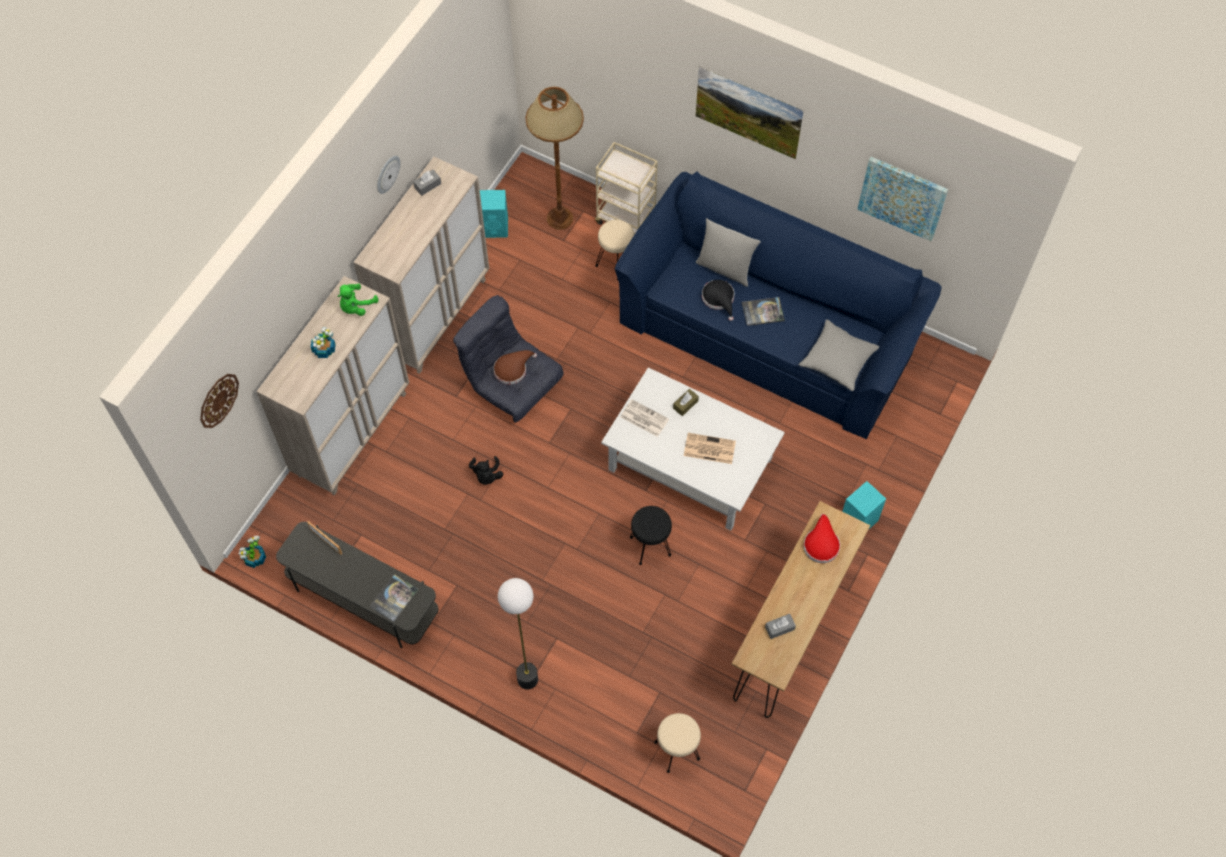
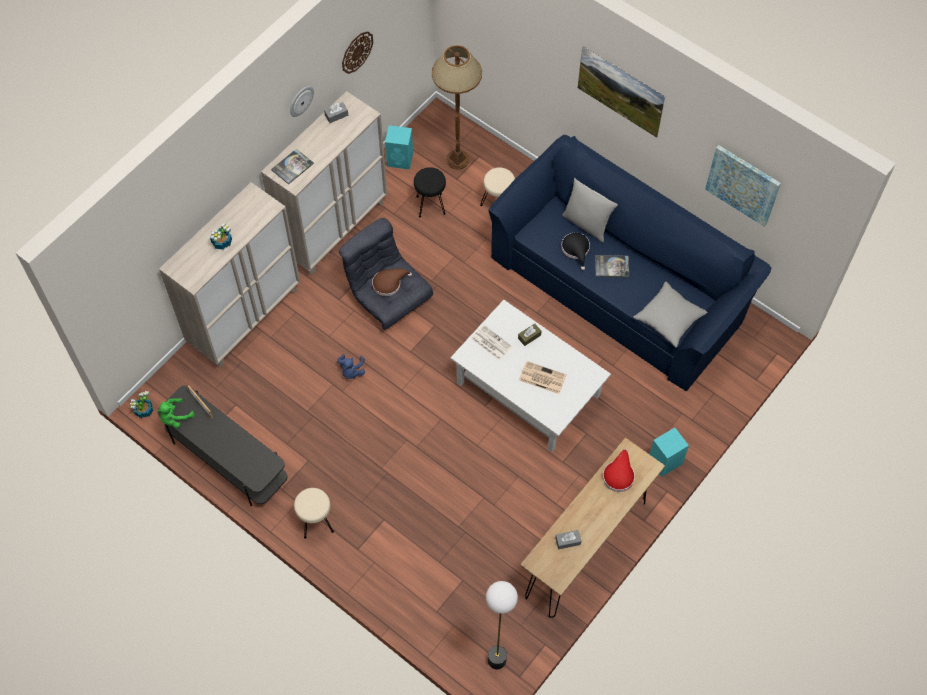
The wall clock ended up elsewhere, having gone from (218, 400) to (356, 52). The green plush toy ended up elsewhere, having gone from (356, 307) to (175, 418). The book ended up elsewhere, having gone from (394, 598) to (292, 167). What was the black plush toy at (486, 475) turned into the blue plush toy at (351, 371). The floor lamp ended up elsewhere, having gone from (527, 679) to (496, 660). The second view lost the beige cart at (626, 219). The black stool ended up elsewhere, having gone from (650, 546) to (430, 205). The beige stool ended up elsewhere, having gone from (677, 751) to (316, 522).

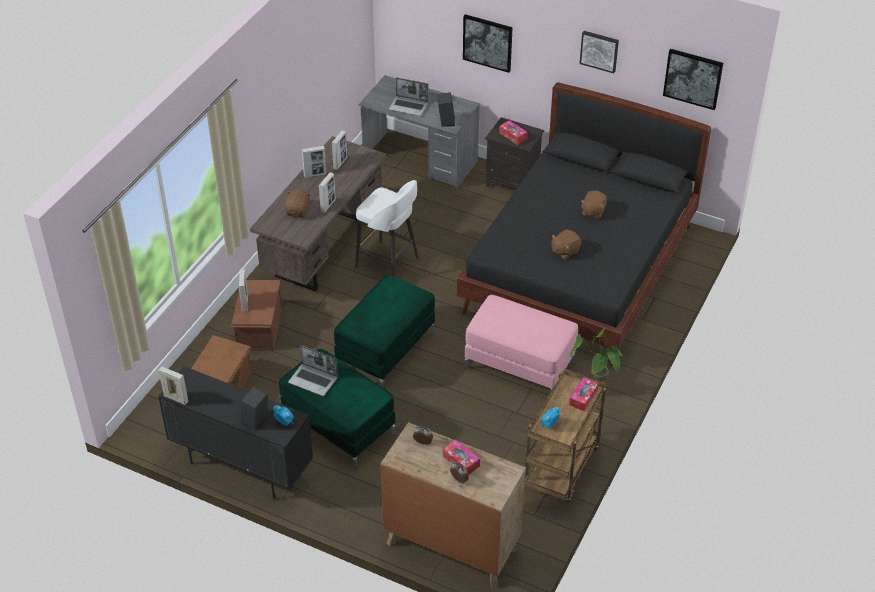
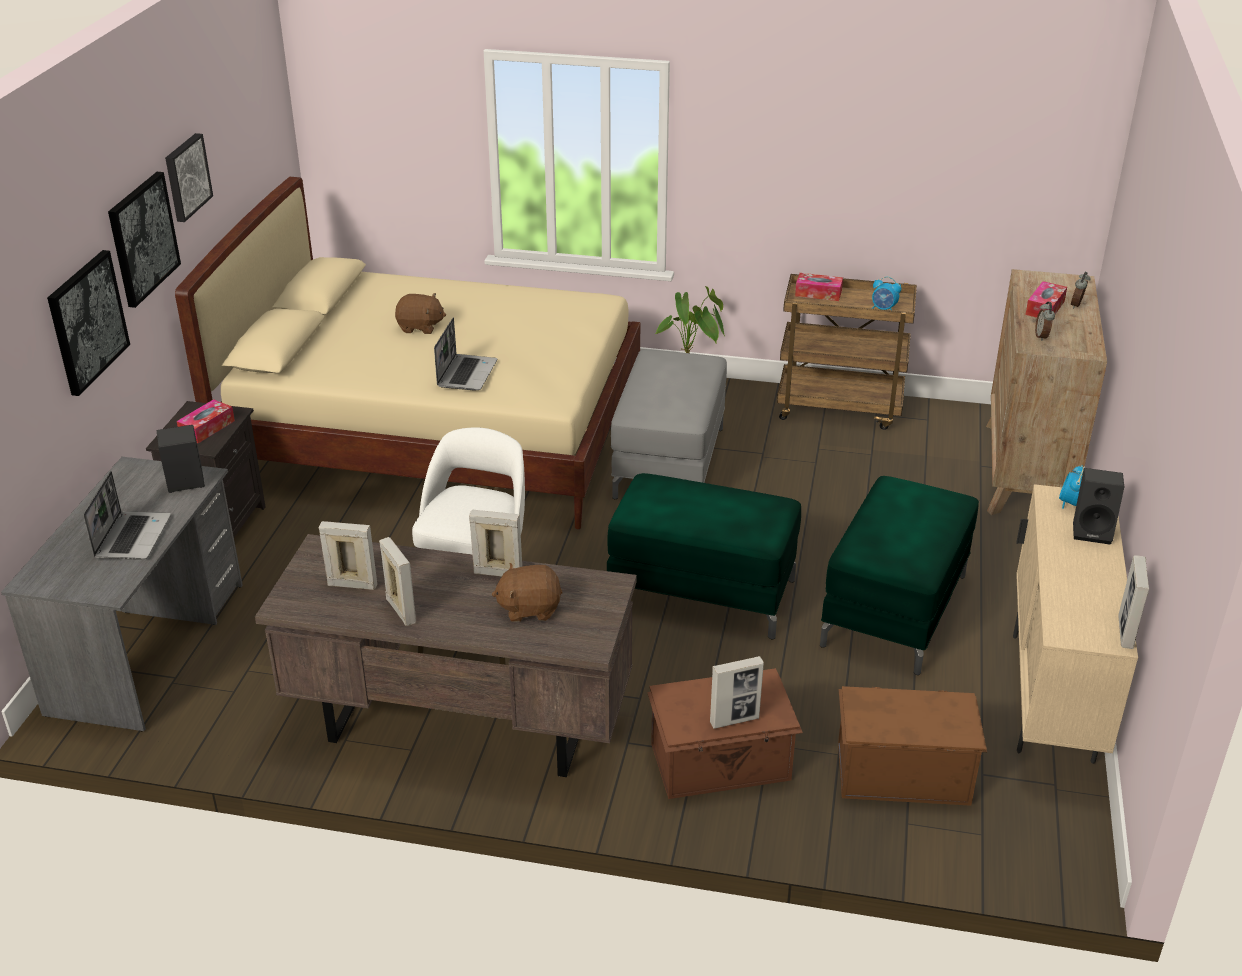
What was the black cabinet at (242, 467) turned into the beige cabinet at (1051, 697). The laptop ended up elsewhere, having gone from (313, 380) to (466, 373). What was the black bed at (580, 269) turned into the beige bed at (437, 436). What was the pink ottoman at (520, 365) turned into the grey ottoman at (669, 461). The second view lost the brown plush toy at (565, 251). The picture ended up elsewhere, having gone from (693, 78) to (142, 238).

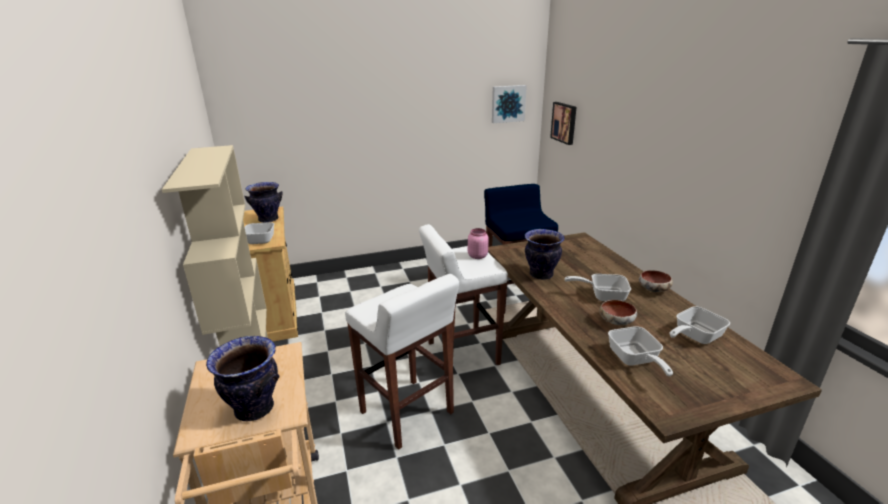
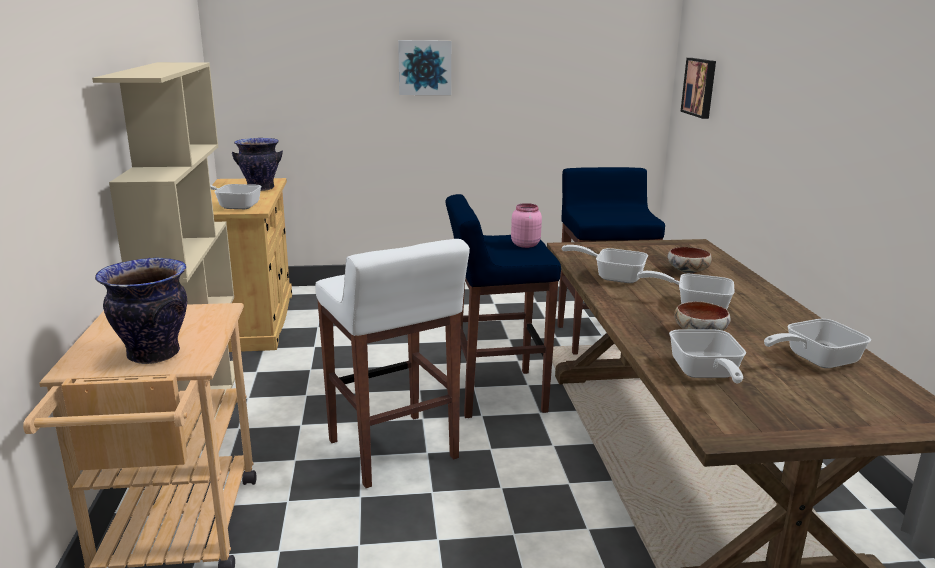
What was the white stool at (461, 353) turned into the blue stool at (496, 393). The picture ended up elsewhere, having gone from (508, 103) to (424, 67). Where the vase stood at (540, 275), the frying pan came to stand at (612, 276). The bowl ended up elsewhere, having gone from (653, 290) to (687, 271).

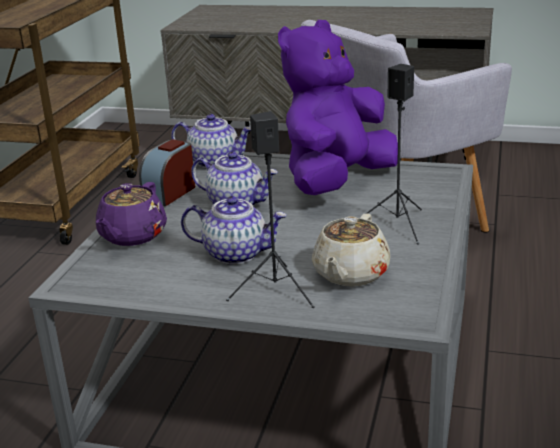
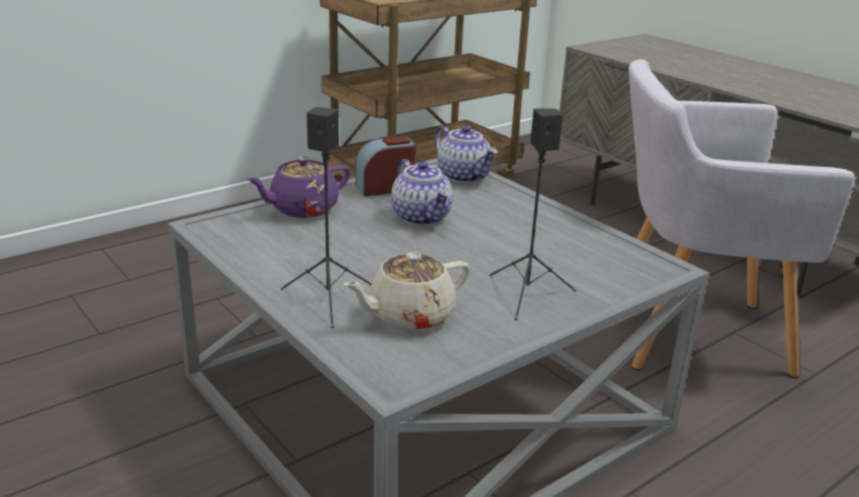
The second view lost the teapot at (236, 253). The second view lost the purple plush toy at (337, 182).

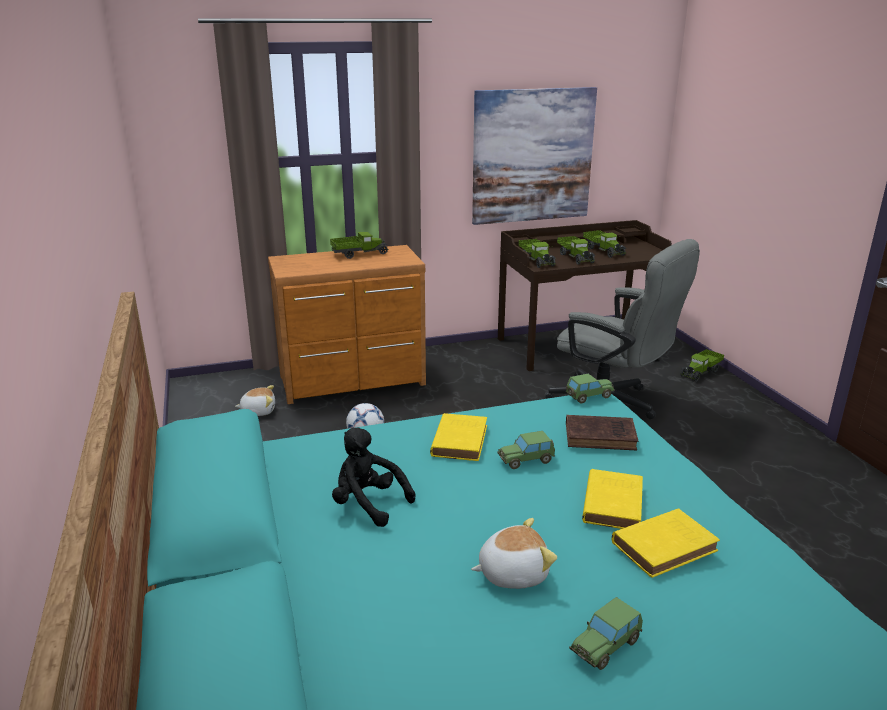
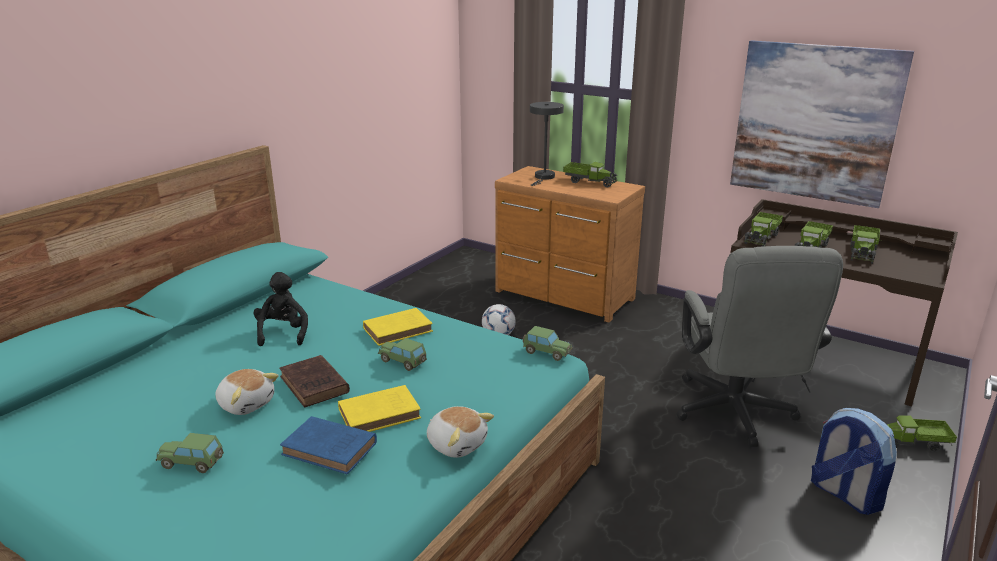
The plush toy ended up elsewhere, having gone from (258, 411) to (457, 444). The brown book ended up elsewhere, having gone from (602, 437) to (315, 385). What was the yellow book at (666, 546) turned into the blue book at (331, 449). The second view gained the grey table lamp at (543, 177). The second view gained the backpack at (844, 494).

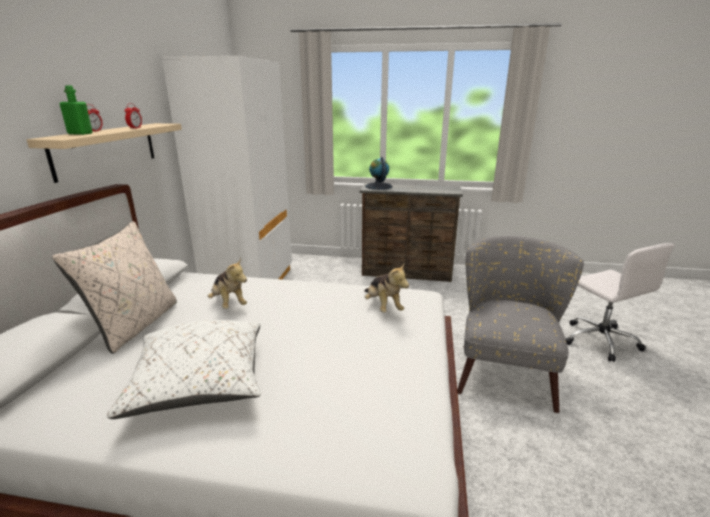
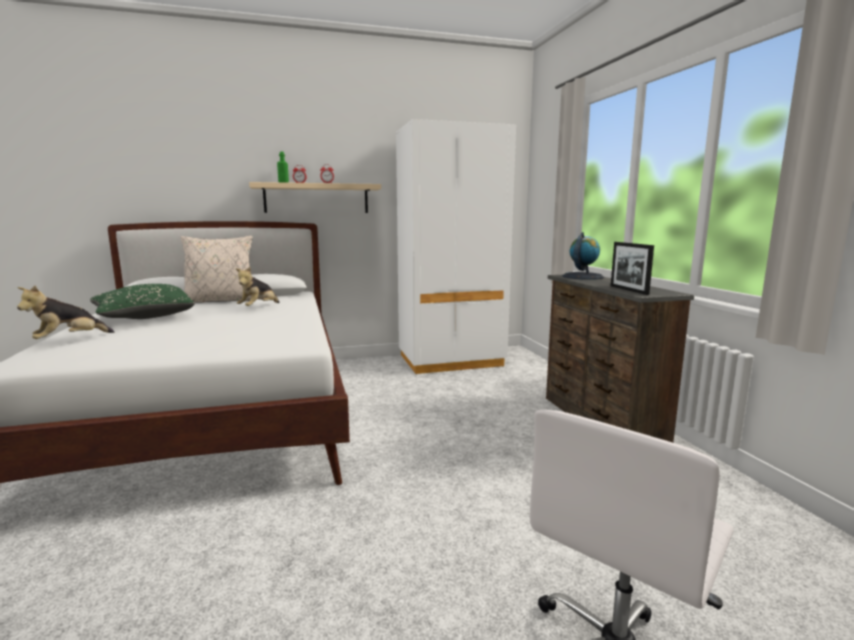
What was the white pillow at (199, 384) turned into the green pillow at (144, 318). The plush toy ended up elsewhere, having gone from (383, 306) to (68, 340). The second view lost the grey armchair at (504, 368). The second view gained the picture frame at (628, 290).

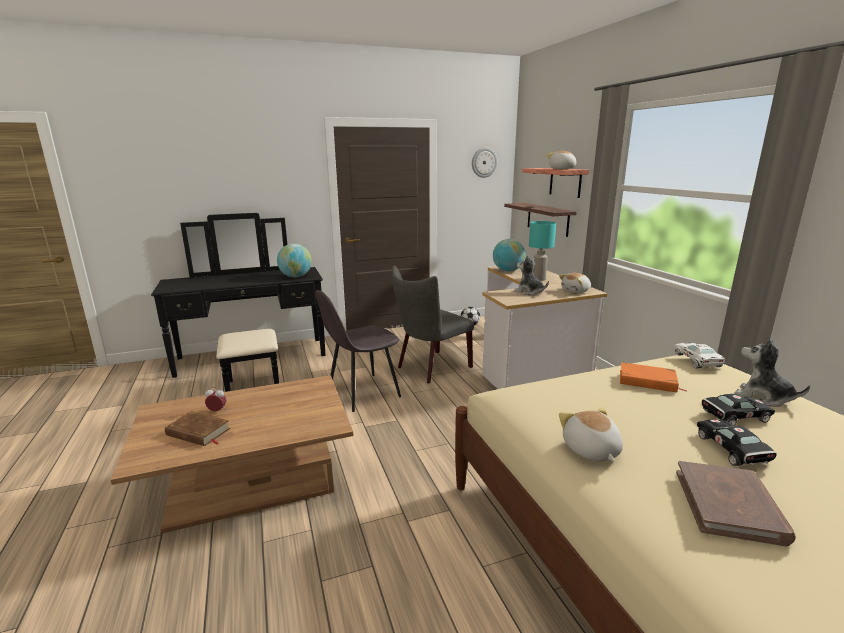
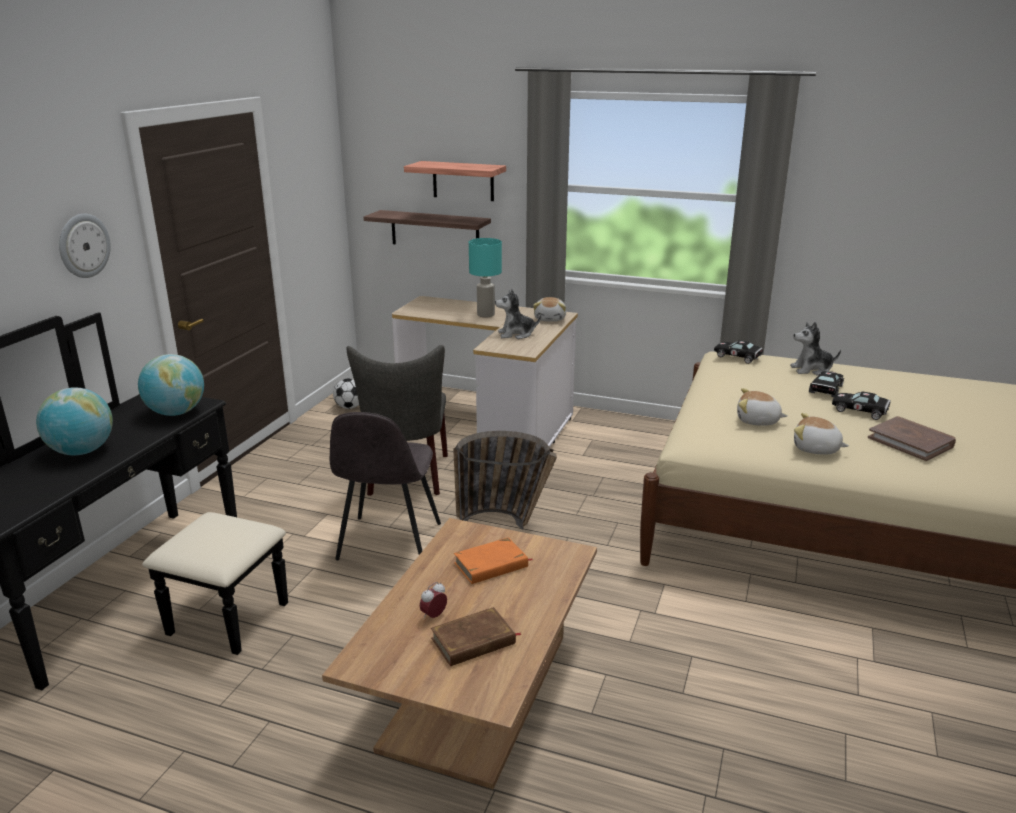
The wall clock ended up elsewhere, having gone from (484, 162) to (83, 245). The globe ended up elsewhere, having gone from (508, 270) to (82, 451). The plush toy ended up elsewhere, having gone from (562, 169) to (757, 421). The orange book ended up elsewhere, having gone from (647, 381) to (491, 565). What was the white toy car at (697, 361) turned into the black toy car at (739, 357). The second view gained the basket at (506, 523).

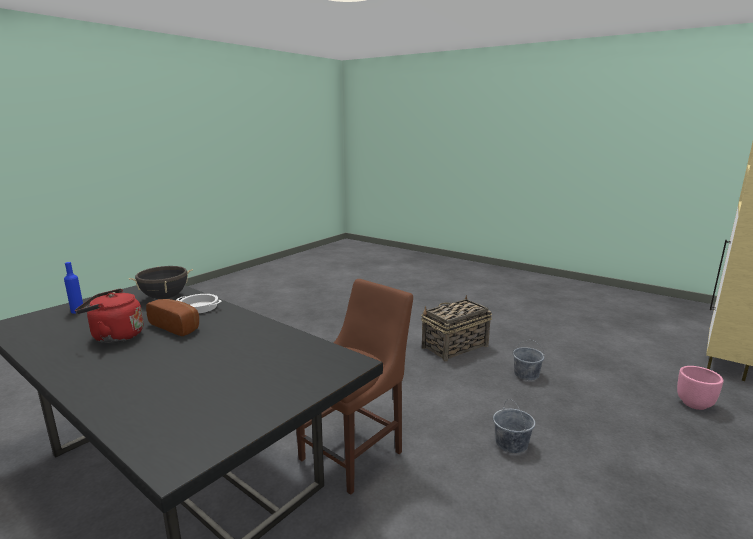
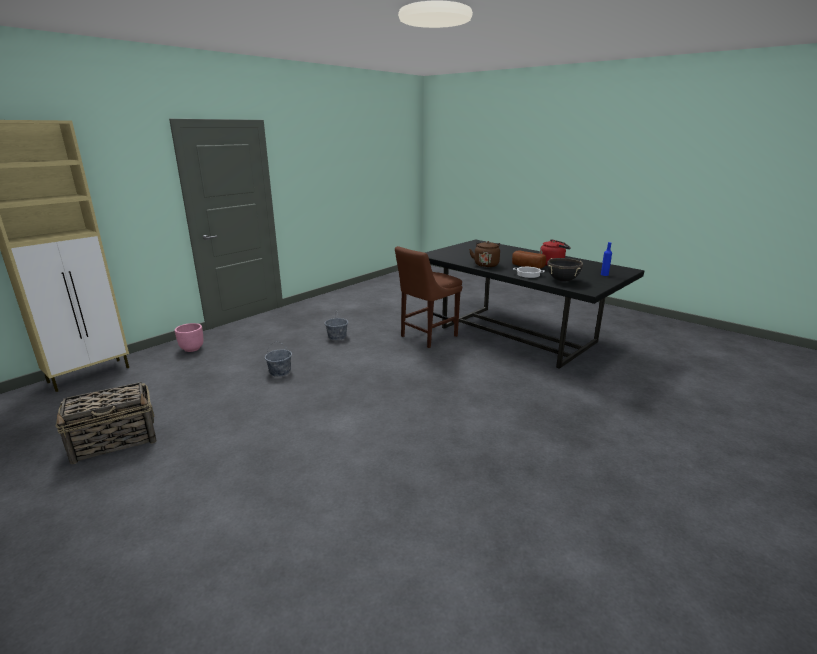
The basket ended up elsewhere, having gone from (454, 346) to (116, 441). The second view gained the brown kettle at (486, 264).

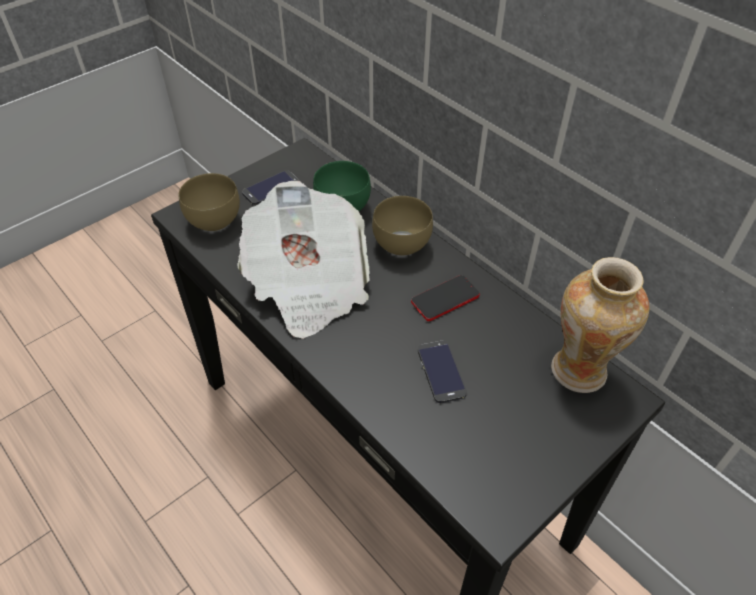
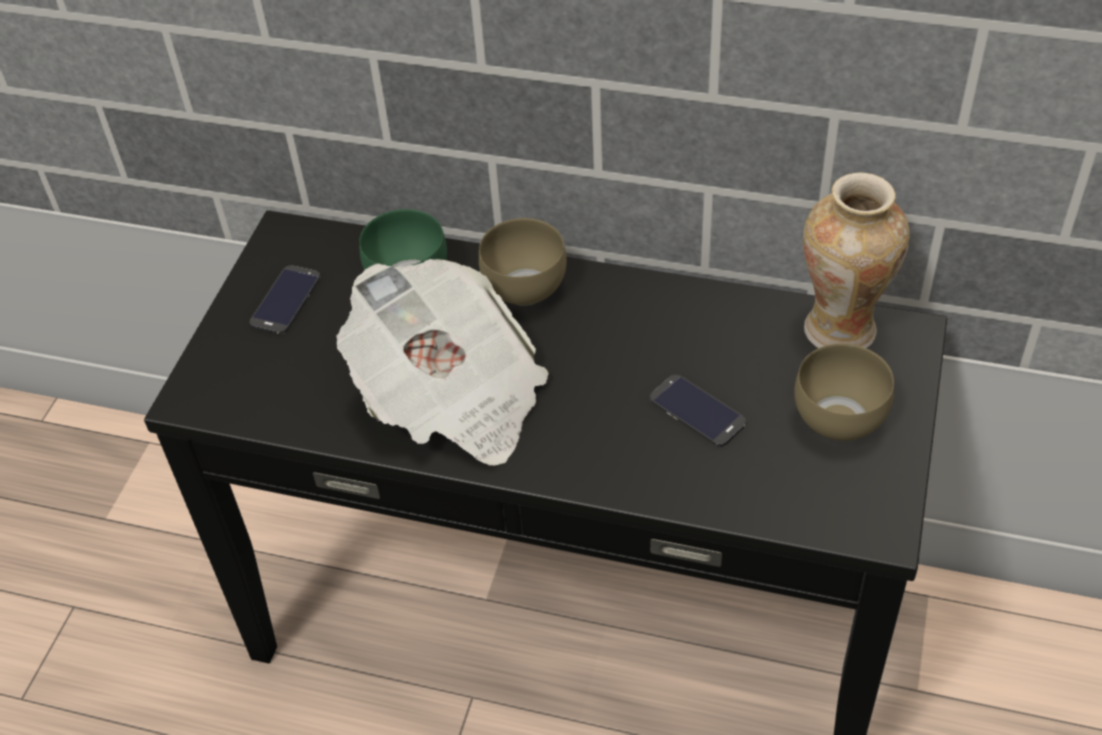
The brown bowl ended up elsewhere, having gone from (212, 221) to (837, 422). The second view lost the phone at (445, 299).

